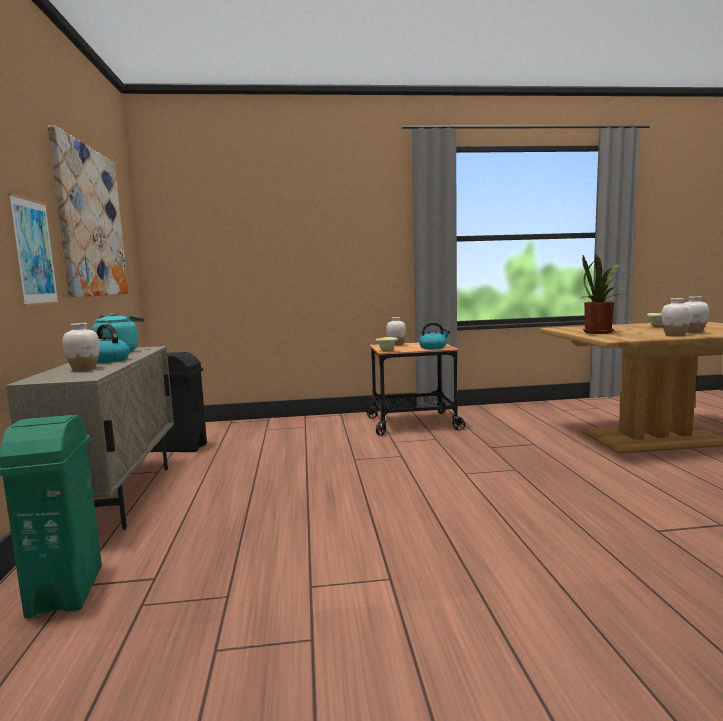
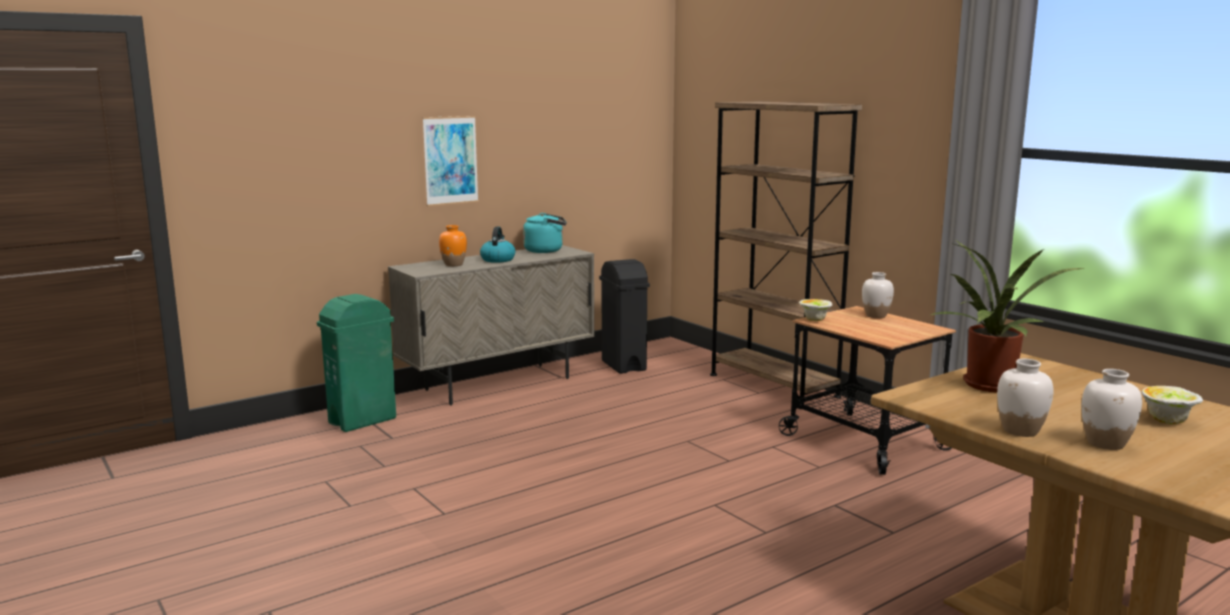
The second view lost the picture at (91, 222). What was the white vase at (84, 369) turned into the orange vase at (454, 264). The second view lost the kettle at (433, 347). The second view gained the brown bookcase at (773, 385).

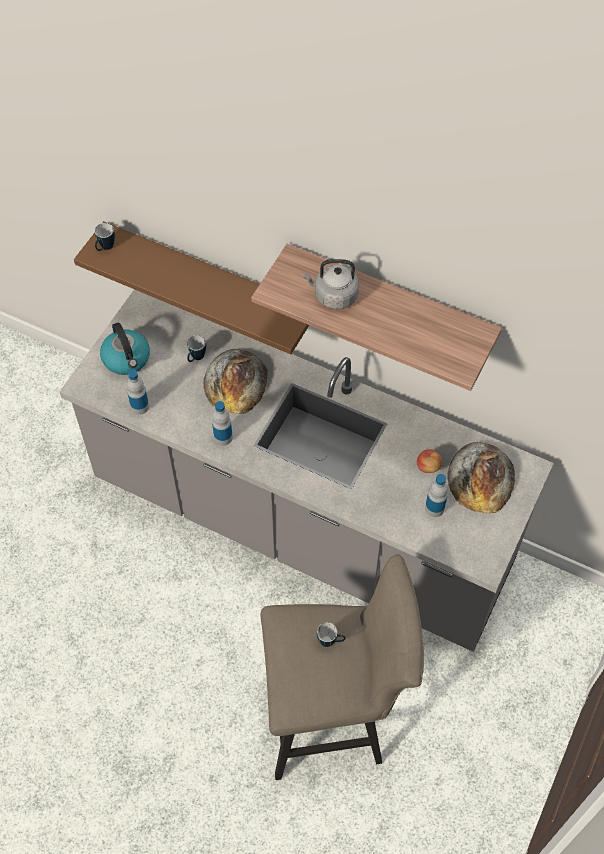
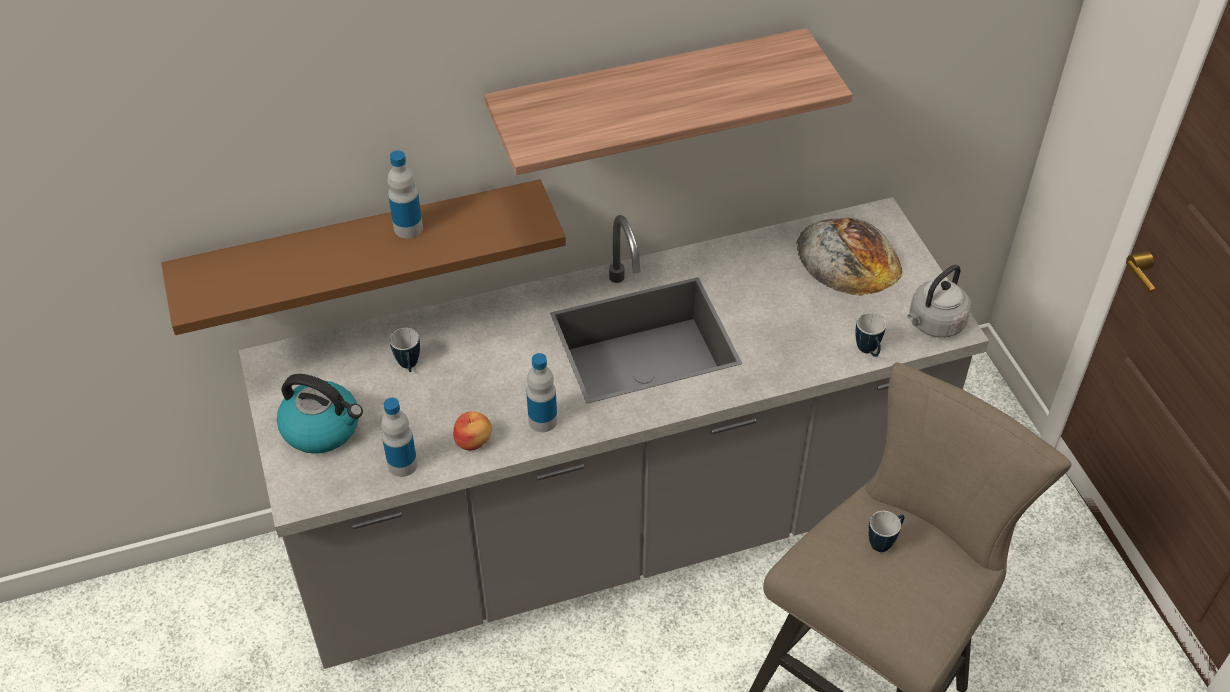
The mug ended up elsewhere, having gone from (105, 248) to (868, 352). The second view lost the bread at (236, 381). The grey kettle ended up elsewhere, having gone from (333, 296) to (934, 324). The apple ended up elsewhere, having gone from (428, 467) to (474, 441). The bottle ended up elsewhere, having gone from (434, 508) to (408, 228).

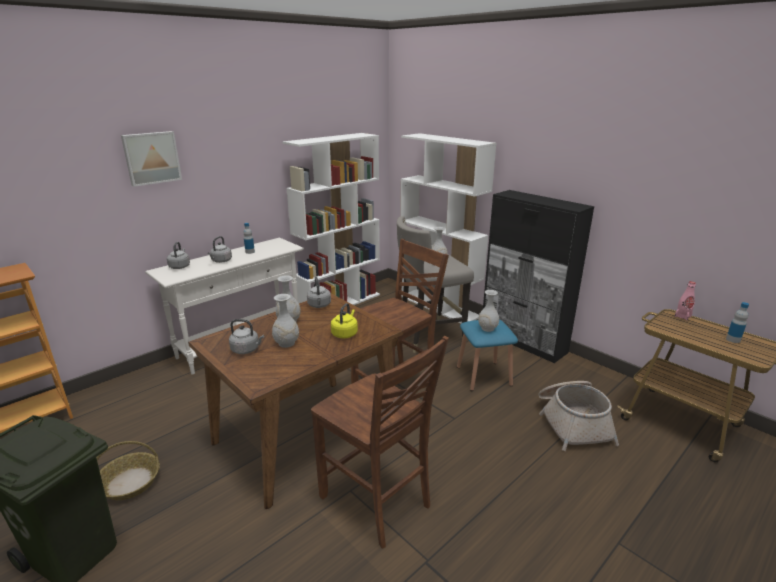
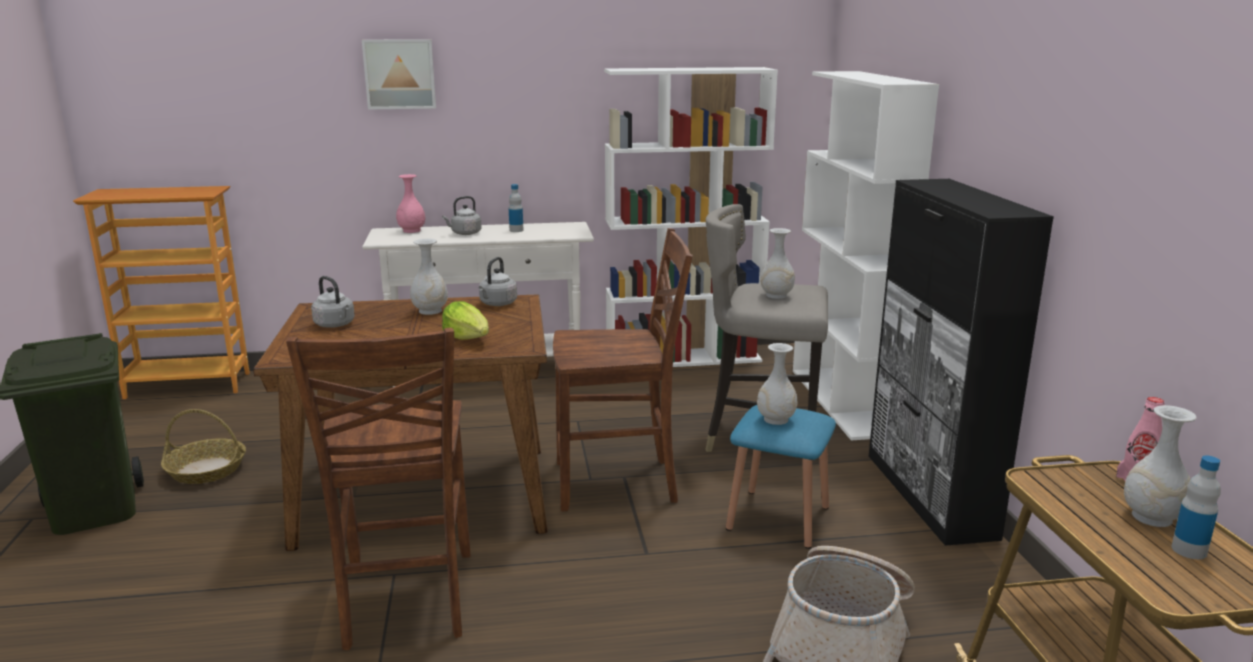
Where the grey kettle stood at (180, 266), the pink vase came to stand at (412, 230). The white vase ended up elsewhere, having gone from (286, 343) to (1151, 517). Where the yellow kettle stood at (345, 333), the lettuce came to stand at (468, 338).

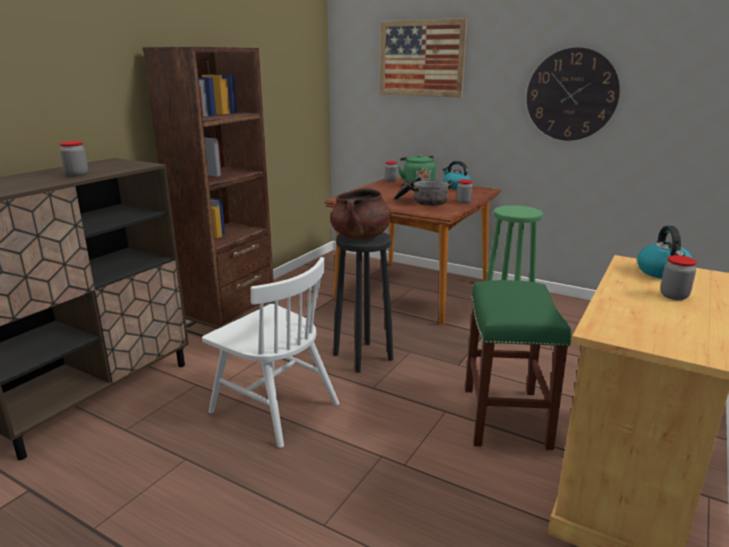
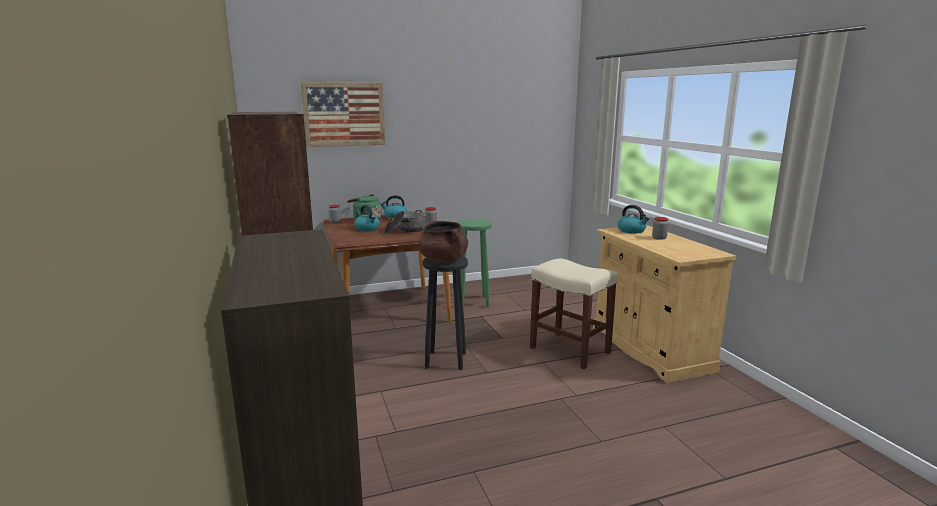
The second view lost the jar at (77, 174). The second view lost the white chair at (274, 407). What was the green stool at (506, 418) turned into the beige stool at (571, 350). The second view lost the wall clock at (571, 95). The second view gained the kettle at (367, 228).

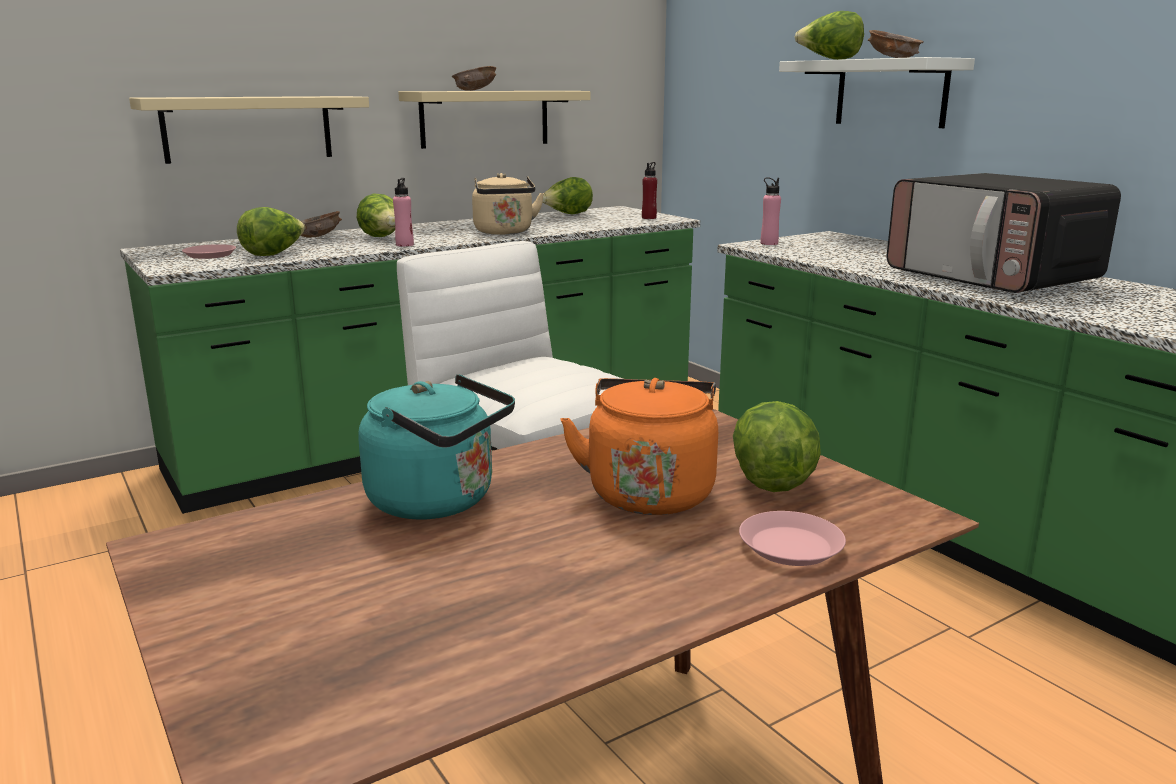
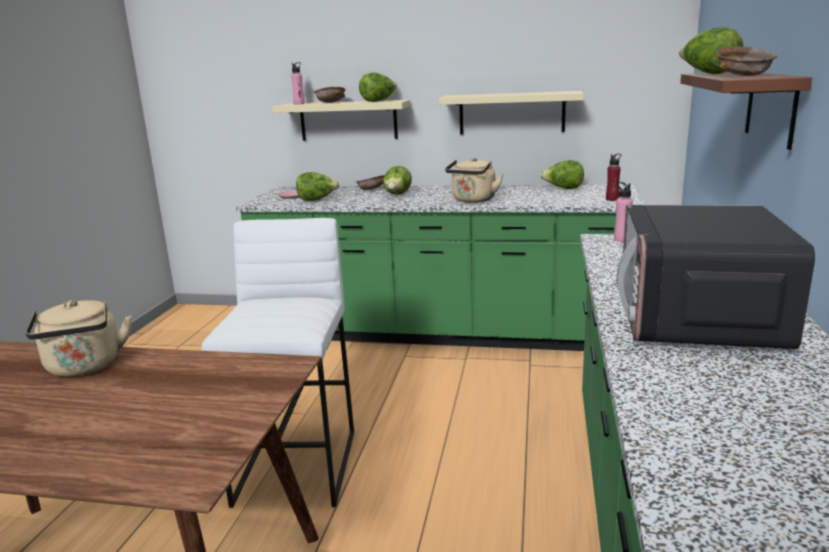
What was the turquoise kettle at (439, 501) turned into the beige kettle at (85, 367). The pink bottle ended up elsewhere, having gone from (405, 245) to (299, 104). The brown bowl ended up elsewhere, having gone from (475, 90) to (331, 103). The second view lost the orange kettle at (649, 492). The lettuce ended up elsewhere, having gone from (771, 479) to (378, 101). The second view lost the pink plate at (790, 546). What was the white shelf at (891, 93) turned into the brown shelf at (771, 107).

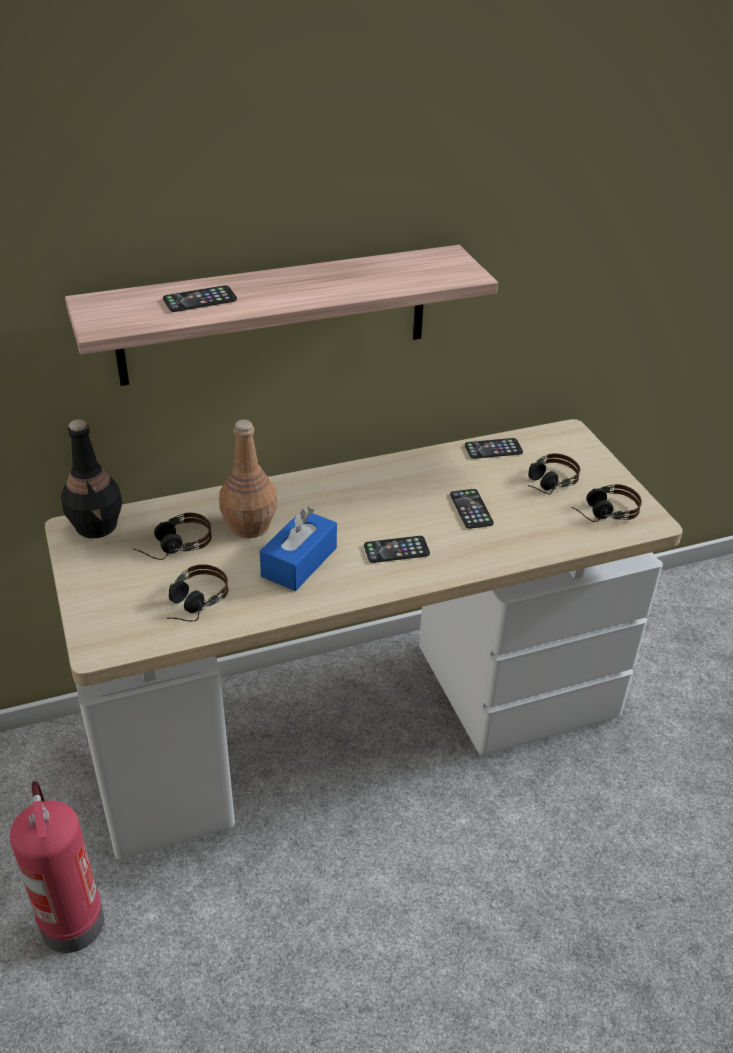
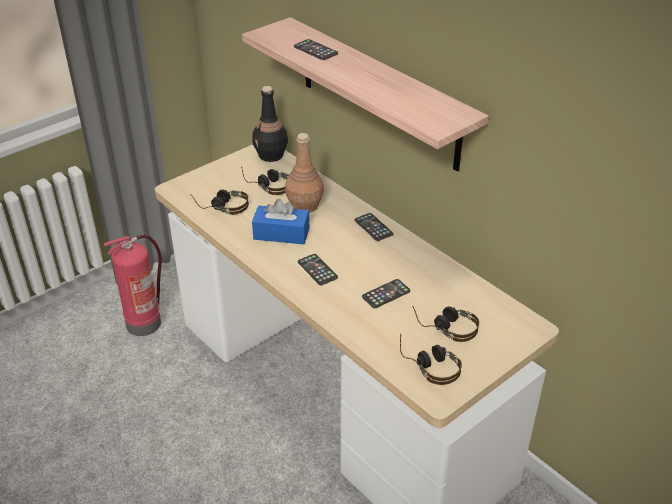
The phone ended up elsewhere, having gone from (493, 449) to (373, 227).

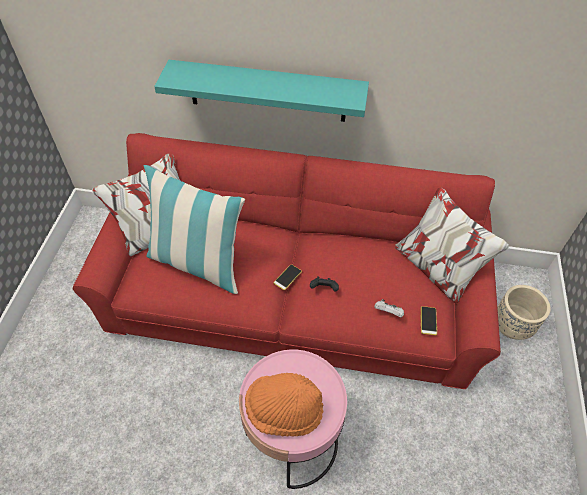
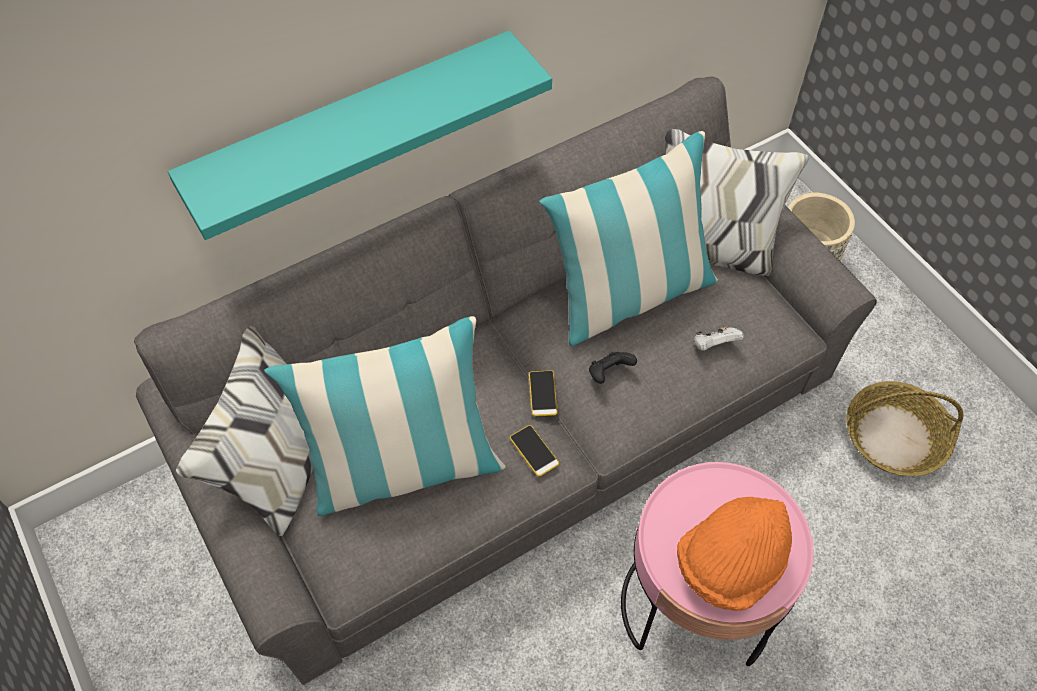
What was the red sofa at (293, 298) turned into the grey sofa at (518, 423). The phone ended up elsewhere, having gone from (428, 320) to (534, 451). The second view gained the pillow at (629, 296). The second view gained the basket at (893, 437).

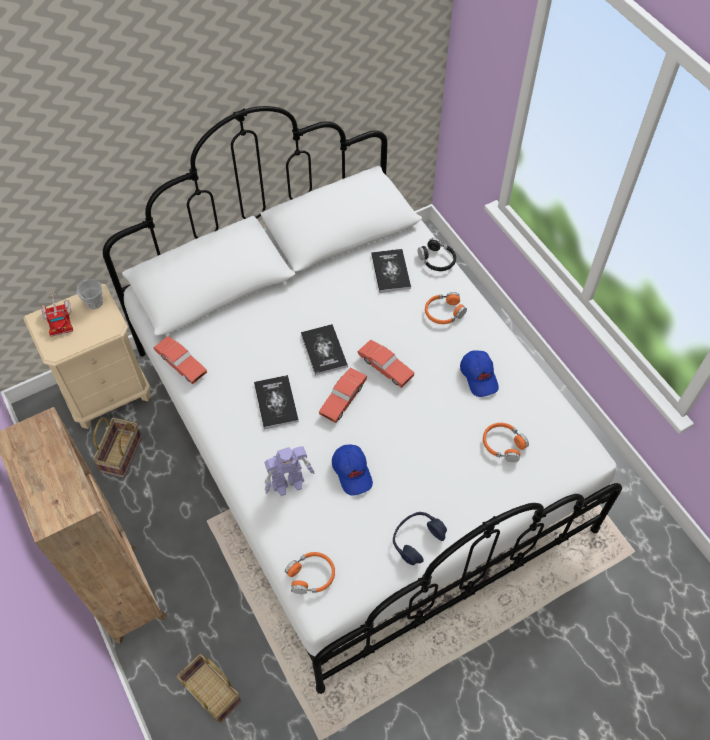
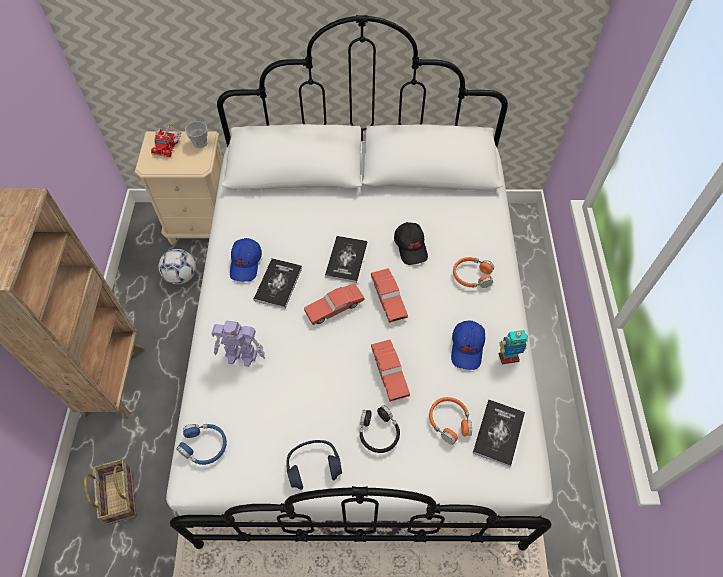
Where the basket stood at (122, 456), the football came to stand at (181, 276). The red toy car ended up elsewhere, having gone from (181, 364) to (389, 373). What was the orange headphones at (311, 576) turned into the blue headphones at (204, 446). The blue cap ended up elsewhere, having gone from (352, 472) to (246, 263). The book ended up elsewhere, having gone from (390, 271) to (498, 433). The black headphones ended up elsewhere, having gone from (437, 260) to (378, 432). The second view gained the black cap at (411, 247). The second view gained the toy robot at (508, 357).

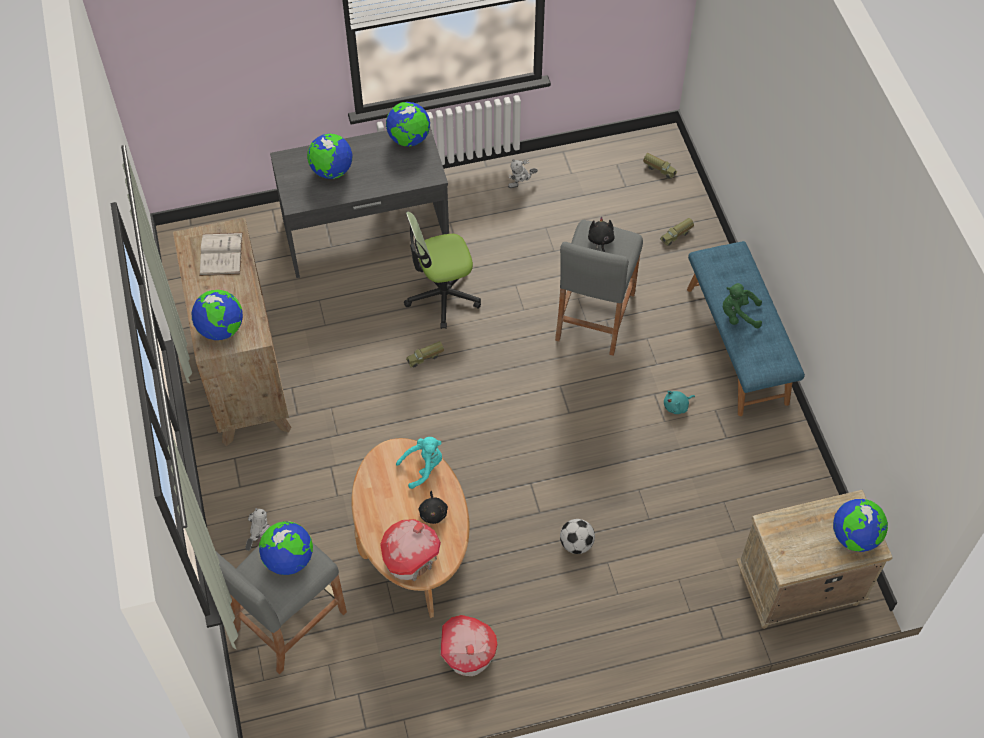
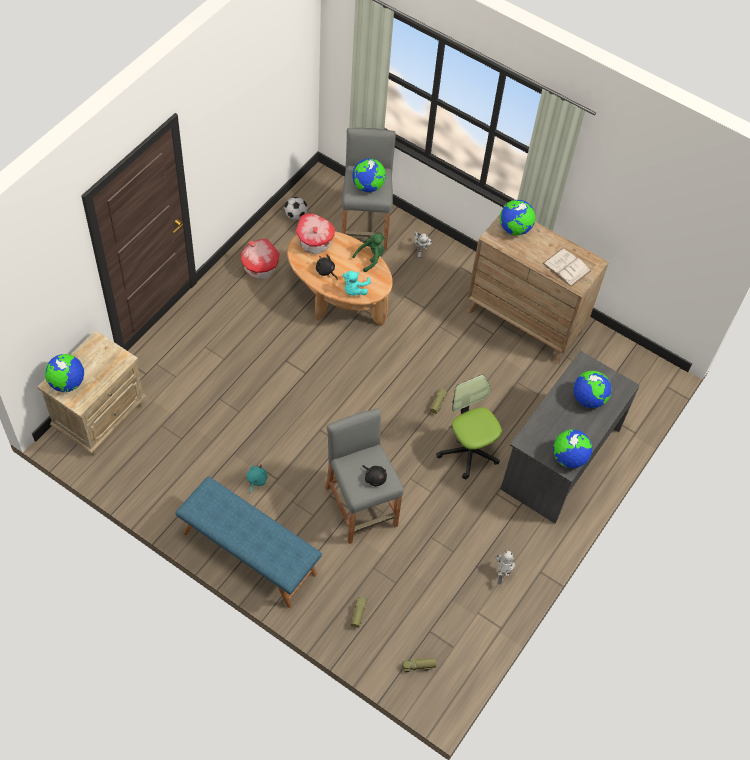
The office chair at (442, 296) ended up facing another way, 60 degrees counterclockwise from before. The football ended up elsewhere, having gone from (576, 544) to (296, 215). The green plush toy ended up elsewhere, having gone from (738, 315) to (371, 258).

